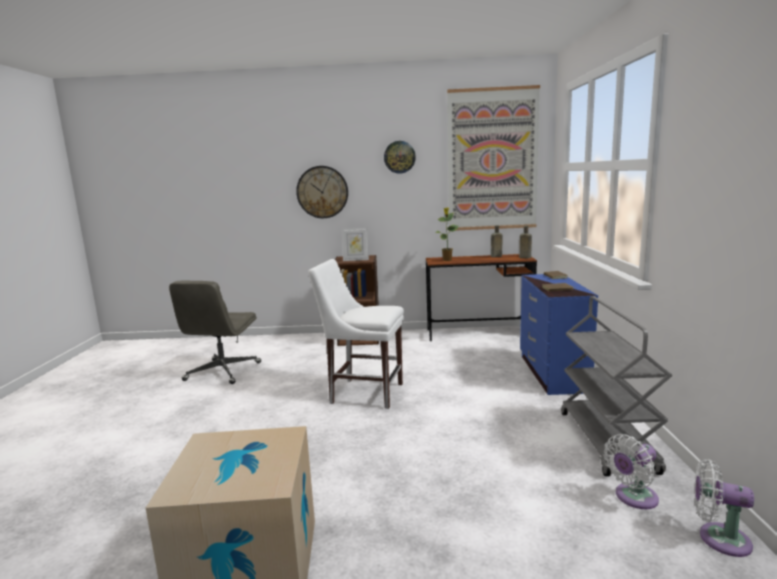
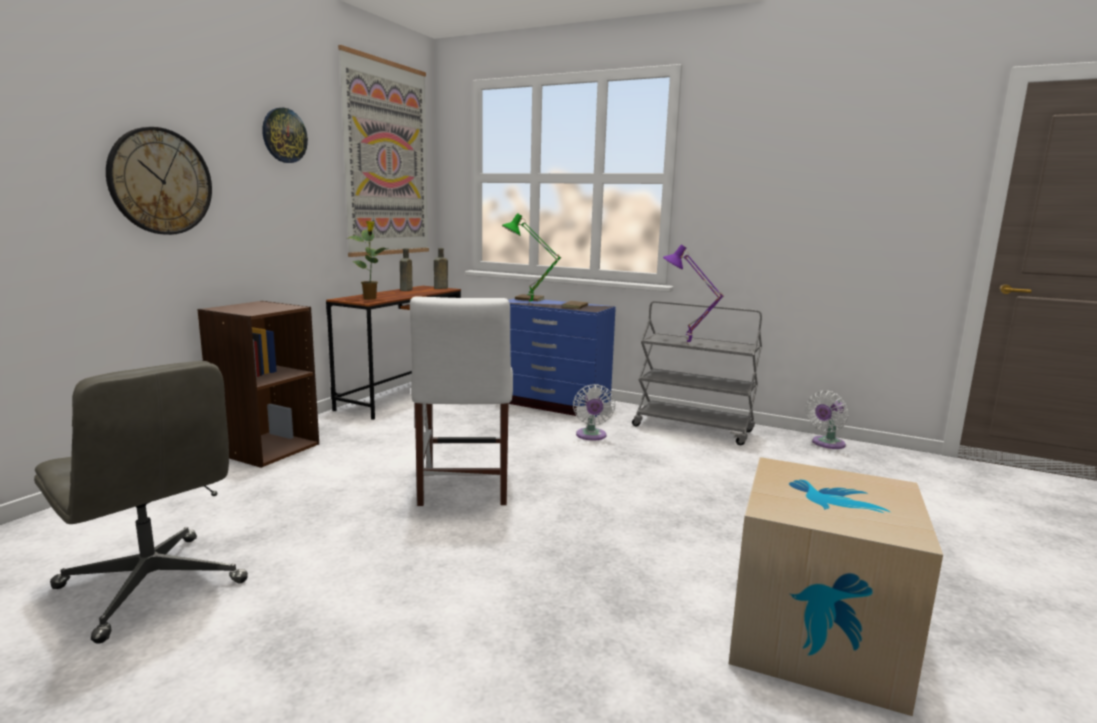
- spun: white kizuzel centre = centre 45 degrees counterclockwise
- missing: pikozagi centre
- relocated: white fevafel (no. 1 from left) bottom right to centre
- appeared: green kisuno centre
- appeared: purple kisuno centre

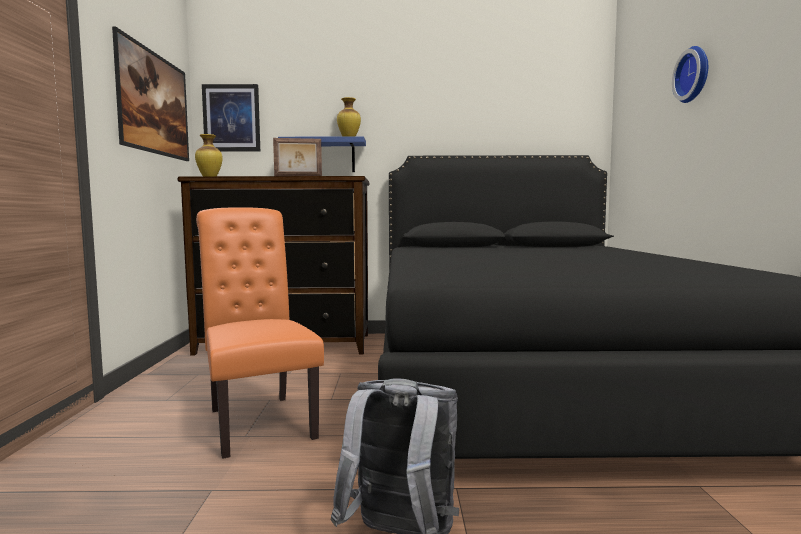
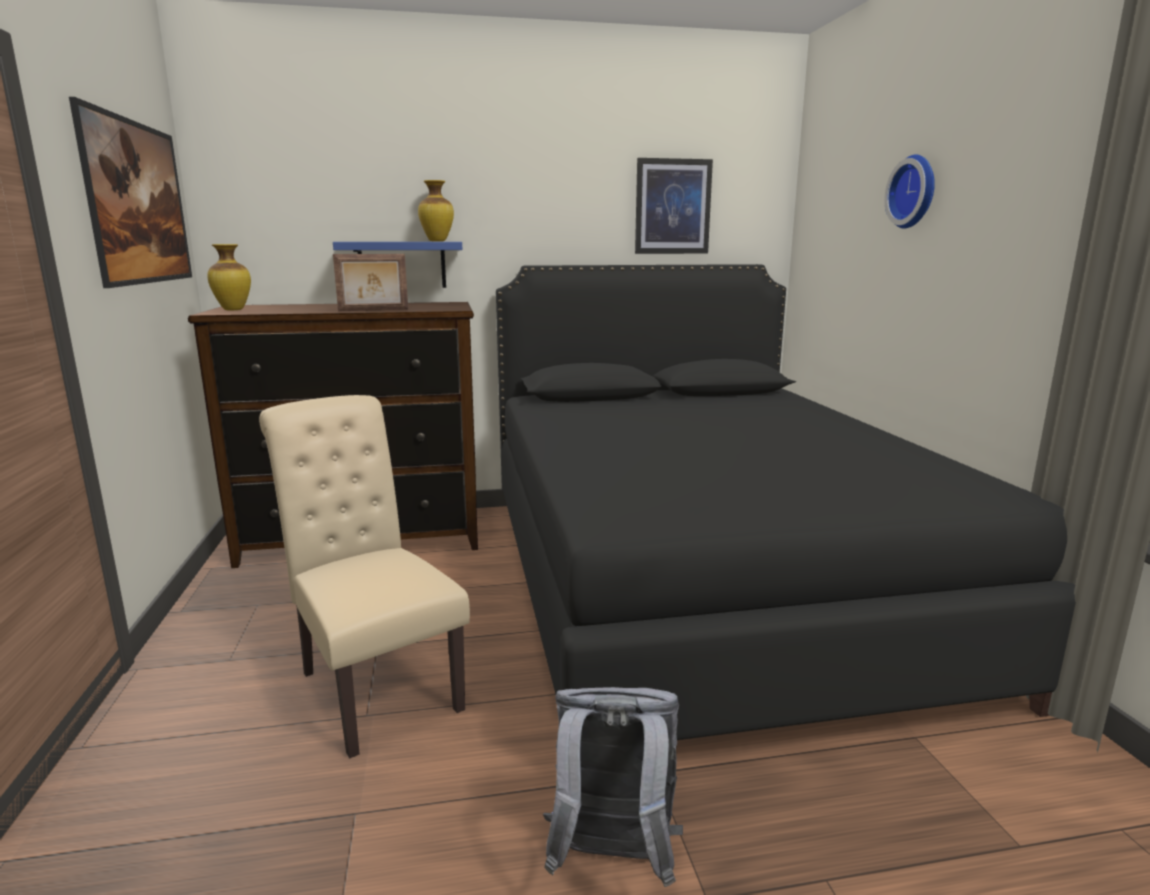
- colour: orange kizuzel middle left to beige kizuzel middle left
- relocated: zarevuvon (no. 2 from left) top left to top centre

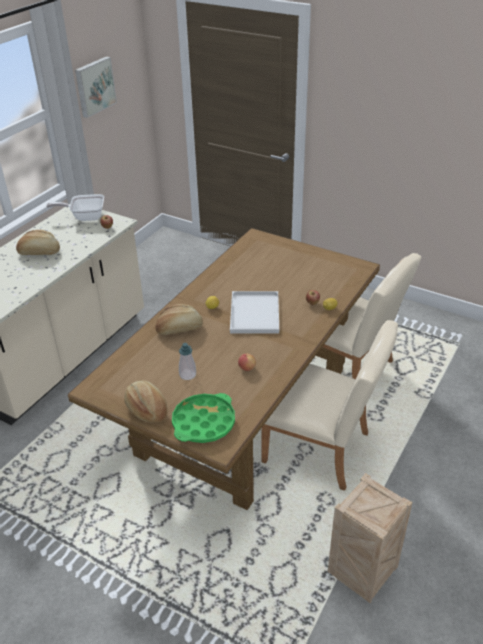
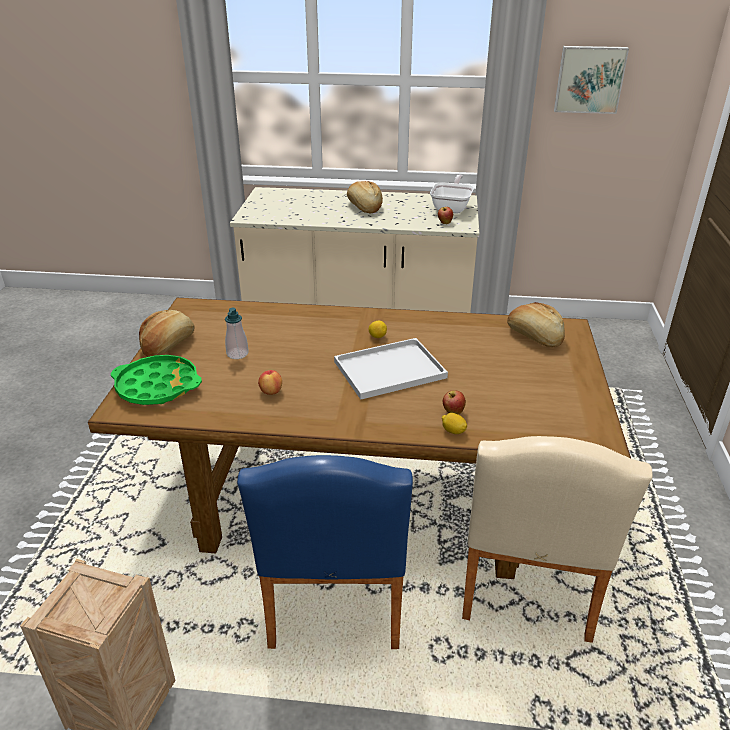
- spun: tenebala top left = top centre 45 degrees clockwise
- relocated: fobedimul (no. 3 from left) centre to middle right
- colour: beige kizuzel (no. 1 from left) middle right to blue kizuzel bottom centre

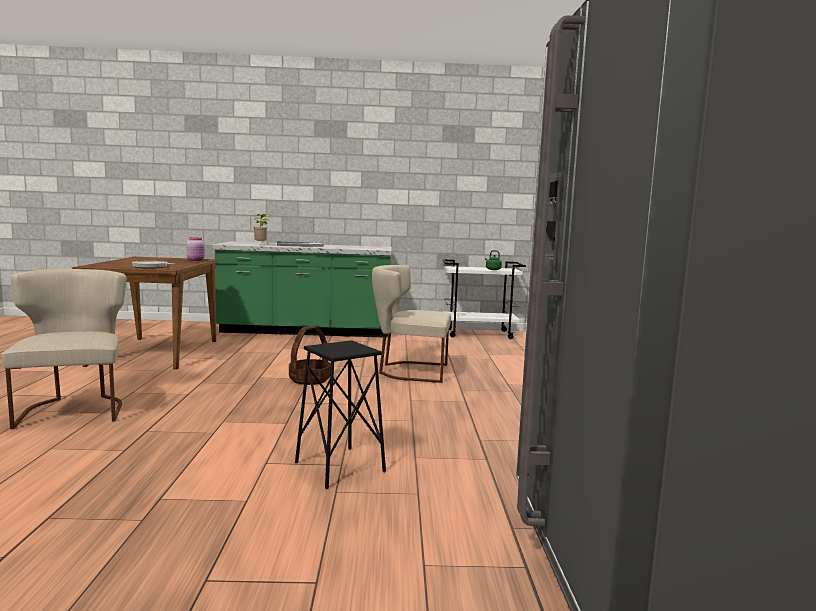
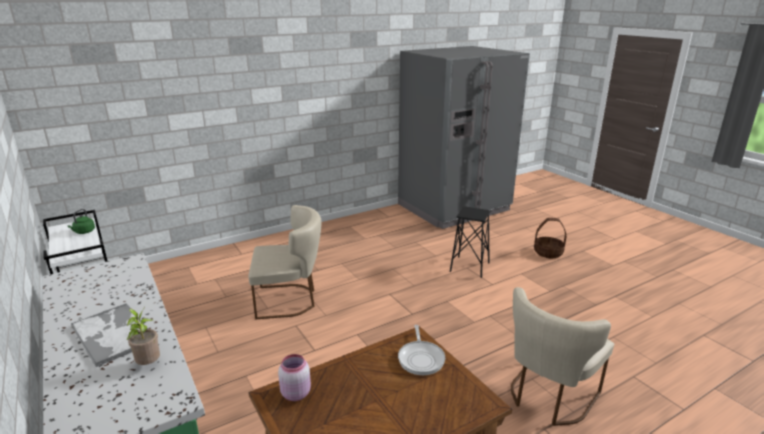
- relocated: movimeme centre to middle right
- spun: beige kizuzel (no. 2 from left in the first image) centre = centre 75 degrees counterclockwise

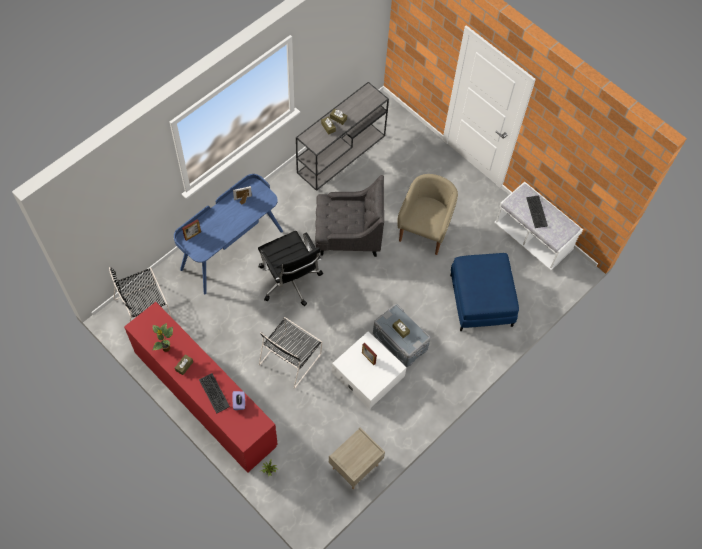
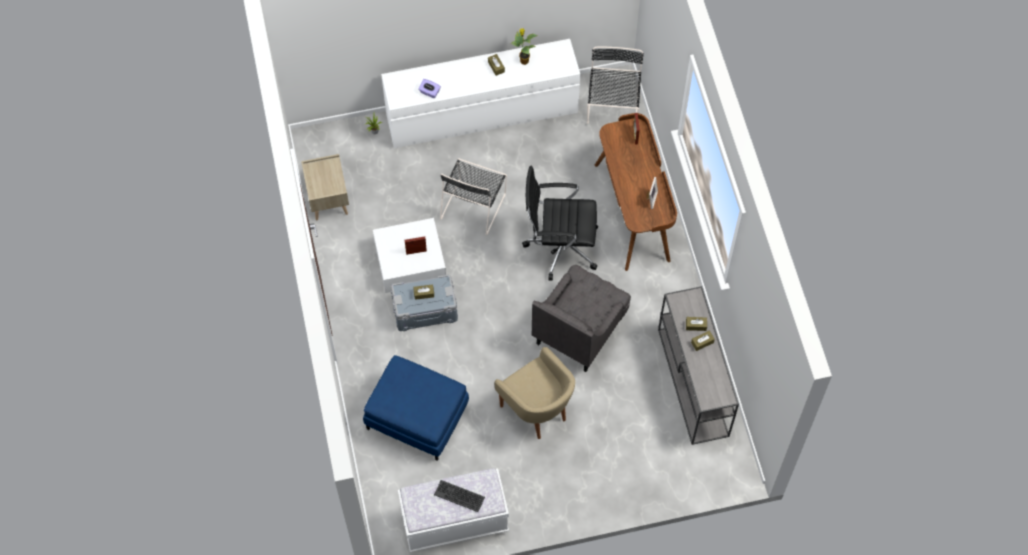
- colour: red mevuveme bottom left to white mevuveme top centre
- colour: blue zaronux middle left to brown zaronux centre
- missing: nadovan (no. 1 from left) bottom left
- spun: black kizuzel (no. 2 from left in the first image) centre = centre 135 degrees counterclockwise

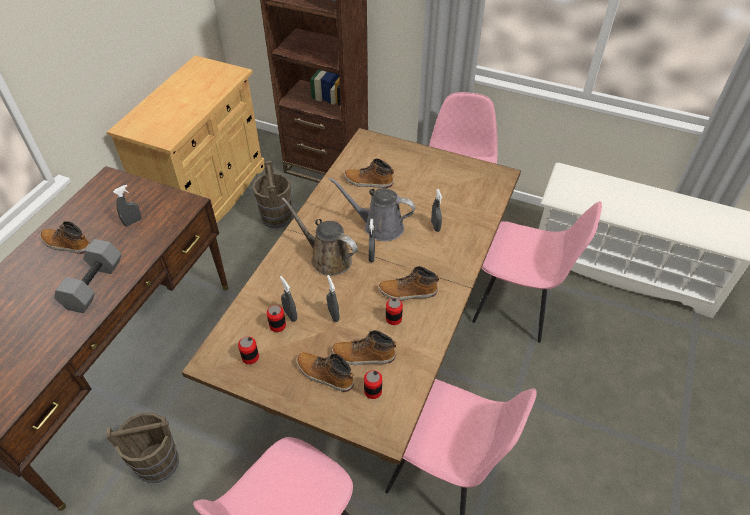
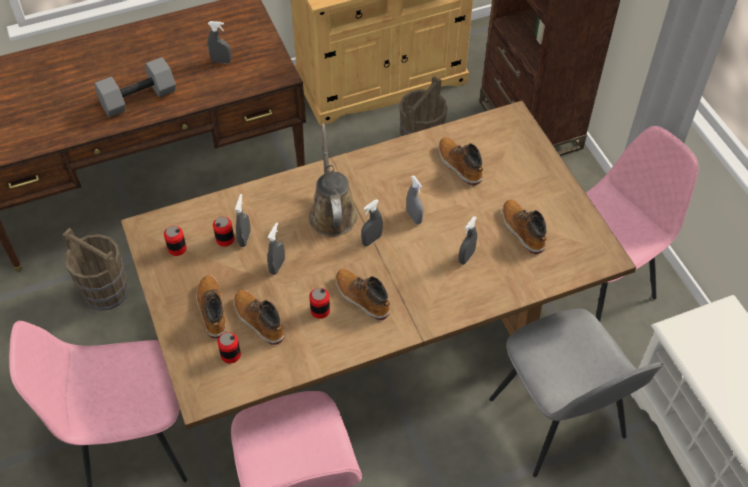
- relocated: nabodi (no. 1 from left in the first image) middle left to nabodi (no. 5 from left) middle right
- exchanged: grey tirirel centre to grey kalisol (no. 5 from left) centre
- colour: pink kizuzel (no. 4 from left) middle right to grey kizuzel bottom right

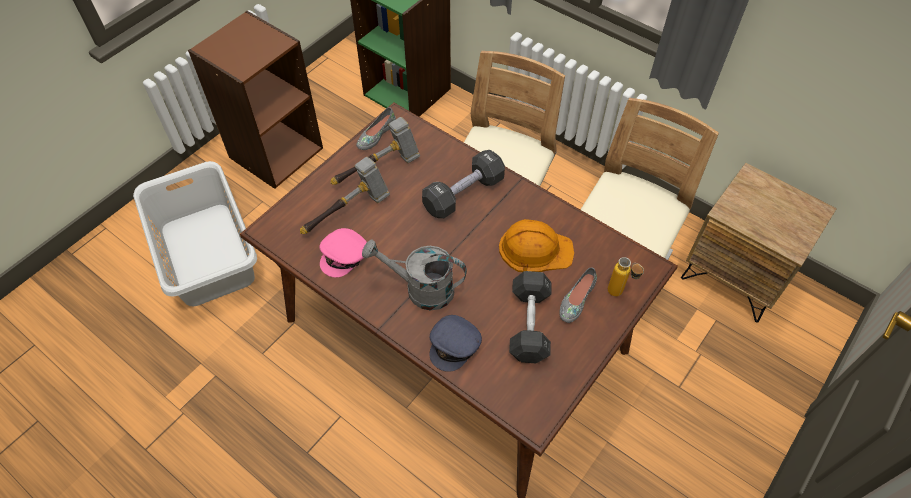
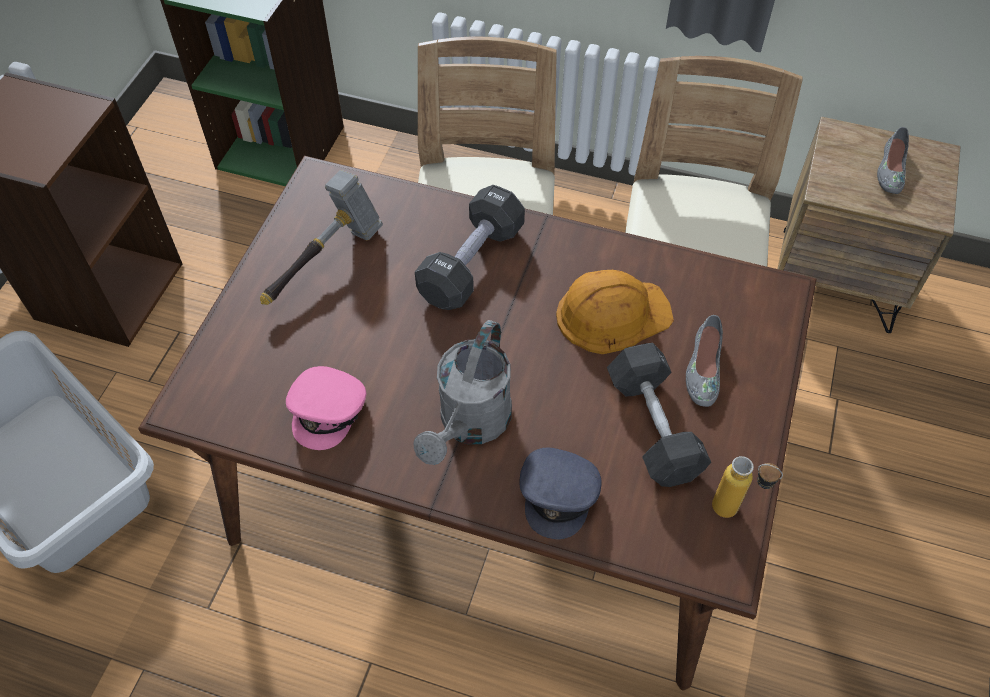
- missing: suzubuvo (no. 1 from left) centre
- relocated: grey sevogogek (no. 1 from left in the first image) top centre to grey sevogogek (no. 2 from left) top right
- spun: grey tirirel centre = centre 60 degrees counterclockwise
- relocated: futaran middle right to bottom right

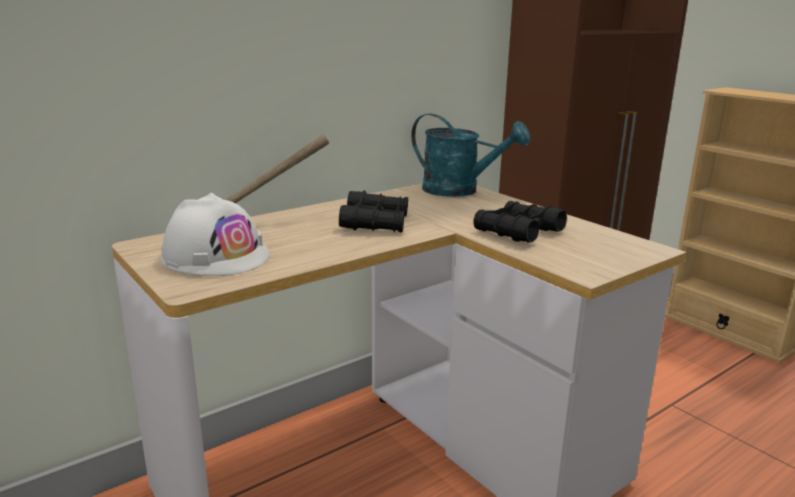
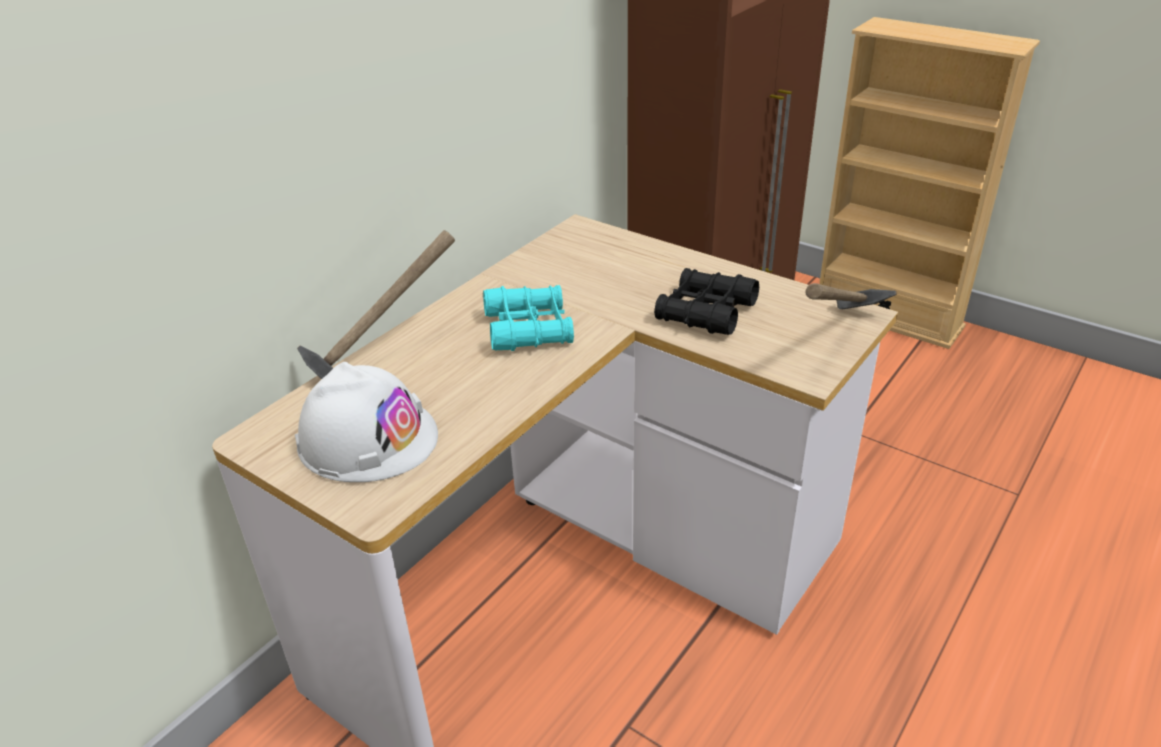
- colour: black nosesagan (no. 1 from left) centre to turquoise nosesagan centre
- missing: turquoise tirirel top centre
- appeared: suzubuvo (no. 2 from left) middle right

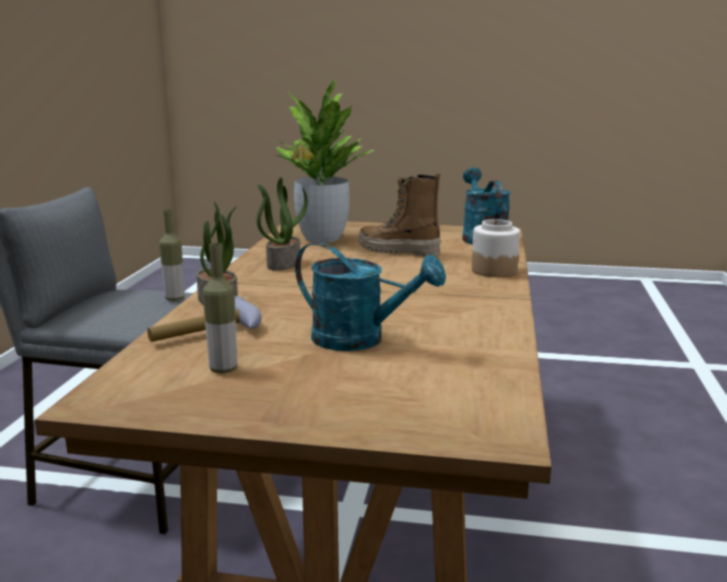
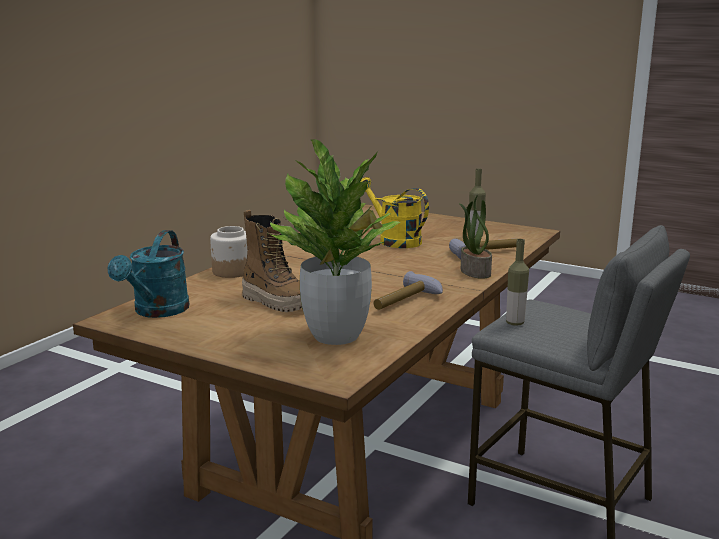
- exchanged: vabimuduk (no. 2 from left) centre to suzubuvo (no. 1 from left) centre
- colour: turquoise tirirel (no. 1 from left) centre to yellow tirirel centre

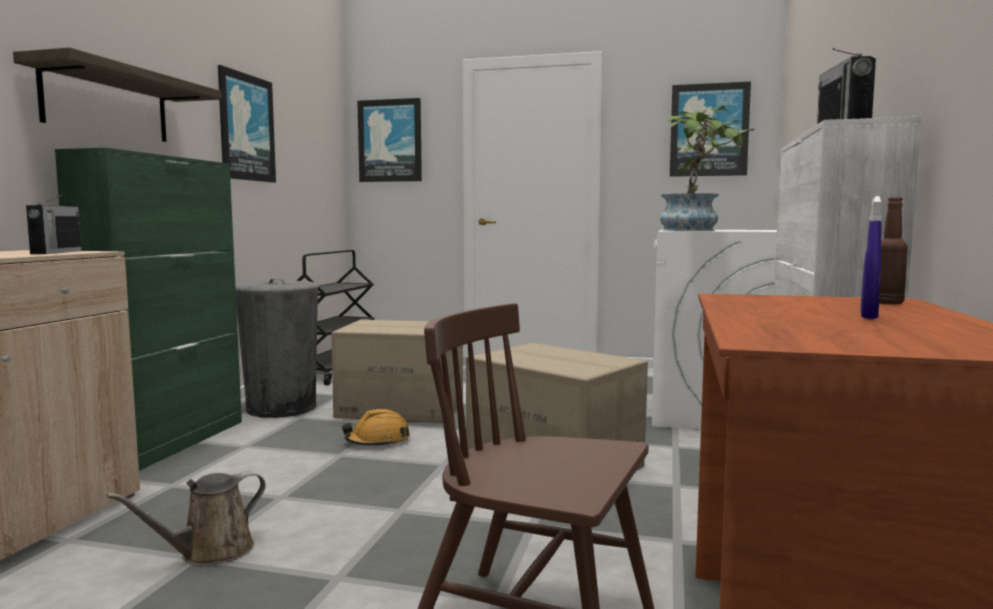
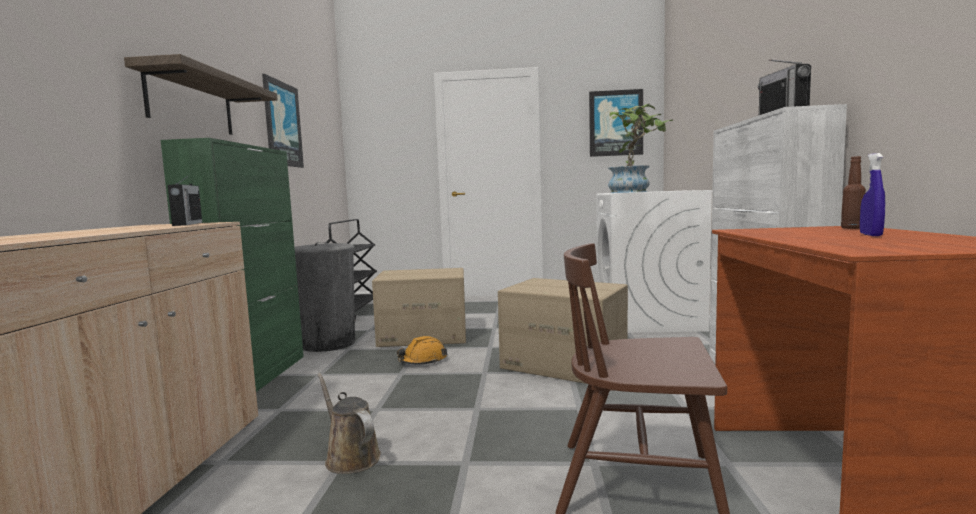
- spun: brown tirirel bottom left = bottom centre 105 degrees clockwise
- missing: zarevuvon (no. 2 from left) top centre

